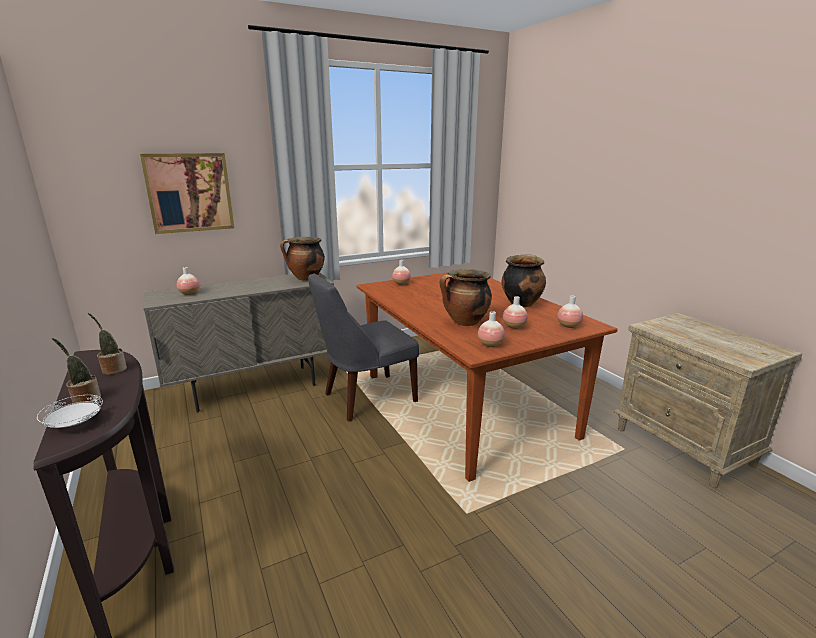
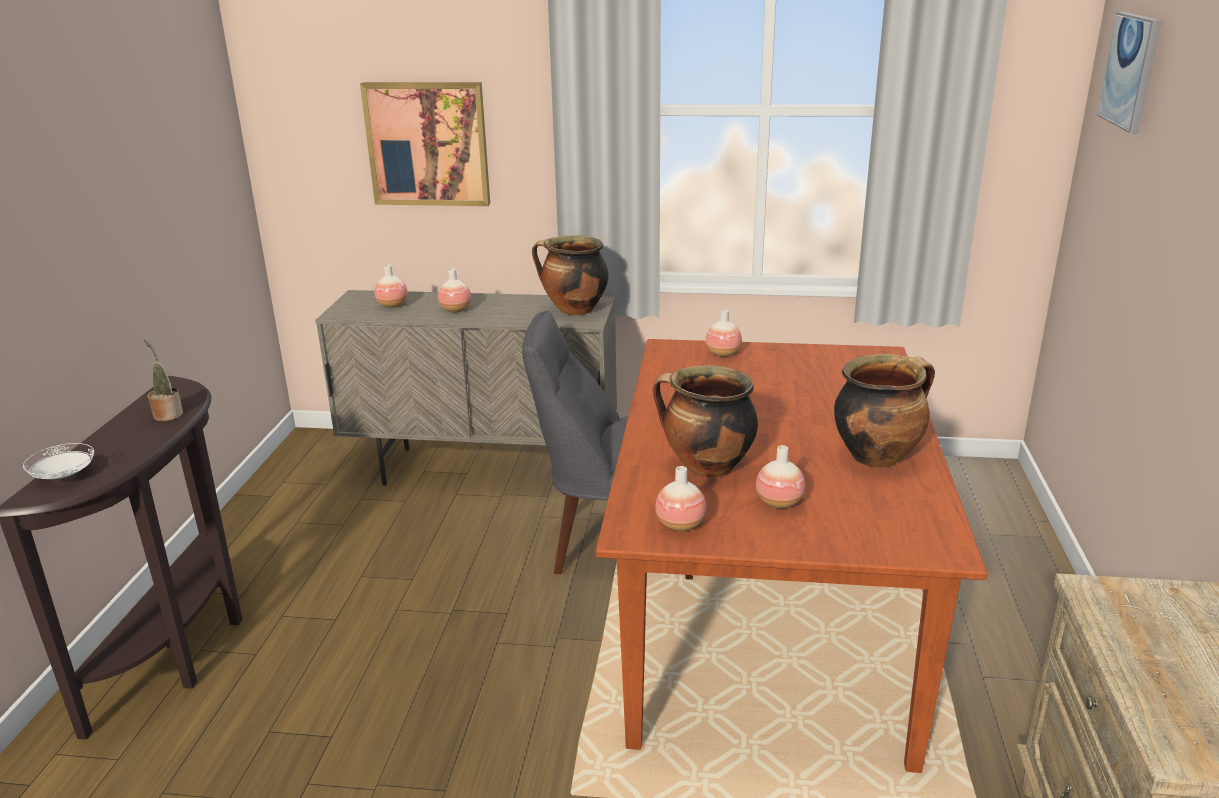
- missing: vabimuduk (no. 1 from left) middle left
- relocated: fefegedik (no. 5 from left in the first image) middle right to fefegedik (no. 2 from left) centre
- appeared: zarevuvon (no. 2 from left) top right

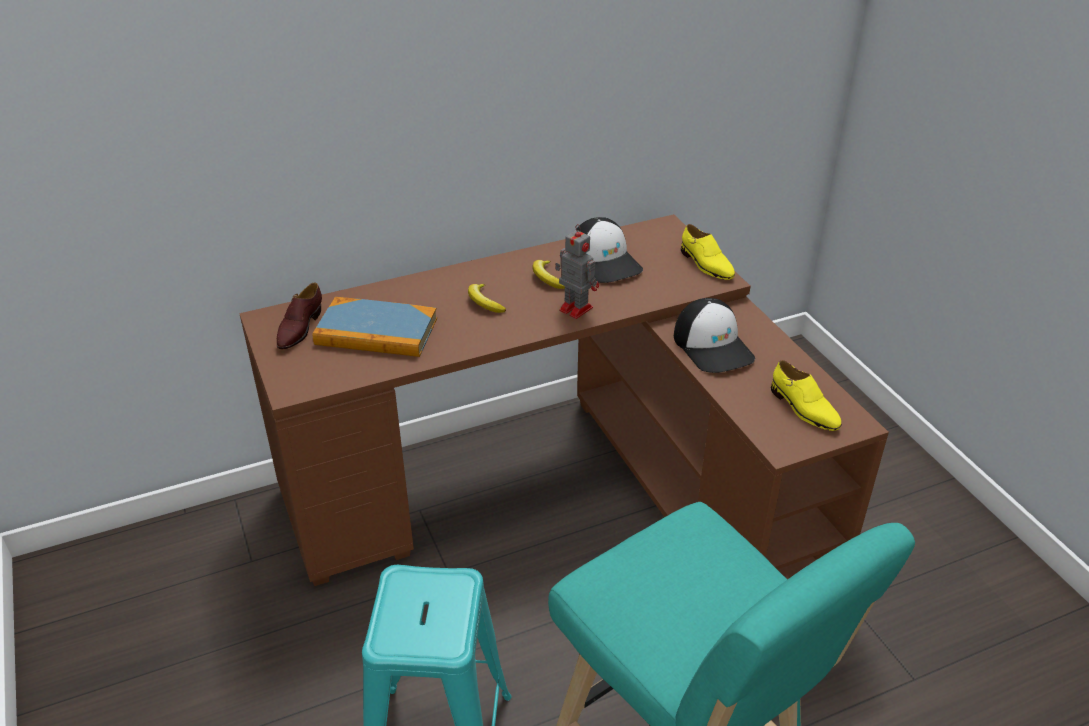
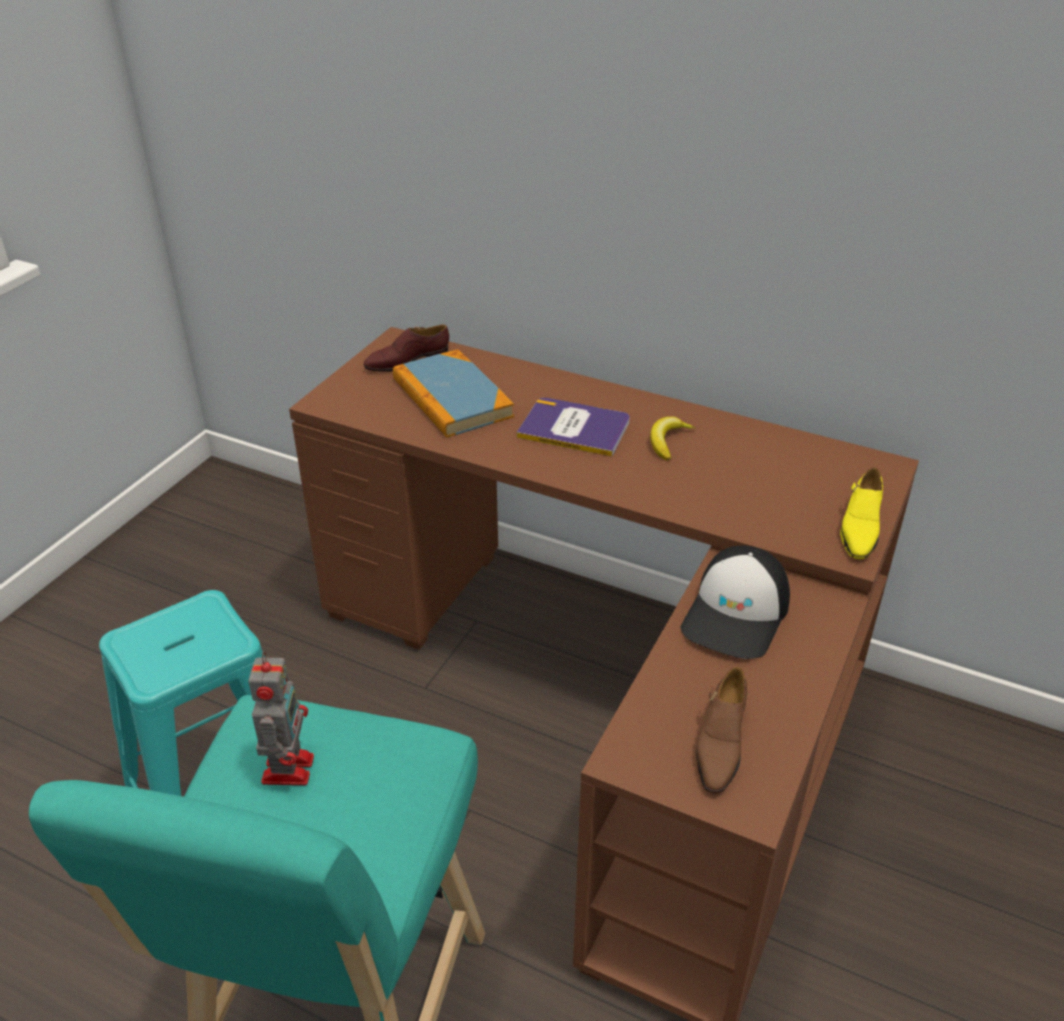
- exchanged: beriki (no. 1 from left) centre to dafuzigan (no. 2 from left) centre
- relocated: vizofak centre to bottom left
- missing: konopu (no. 1 from left) centre
- colour: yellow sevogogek (no. 2 from left) middle right to brown sevogogek (no. 2 from left) bottom right

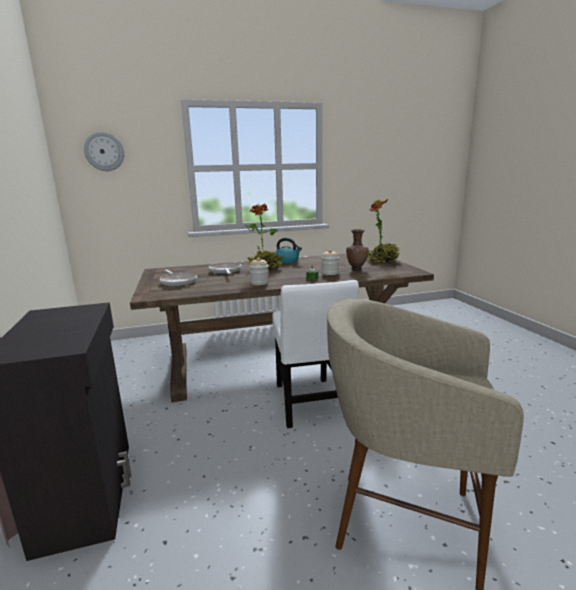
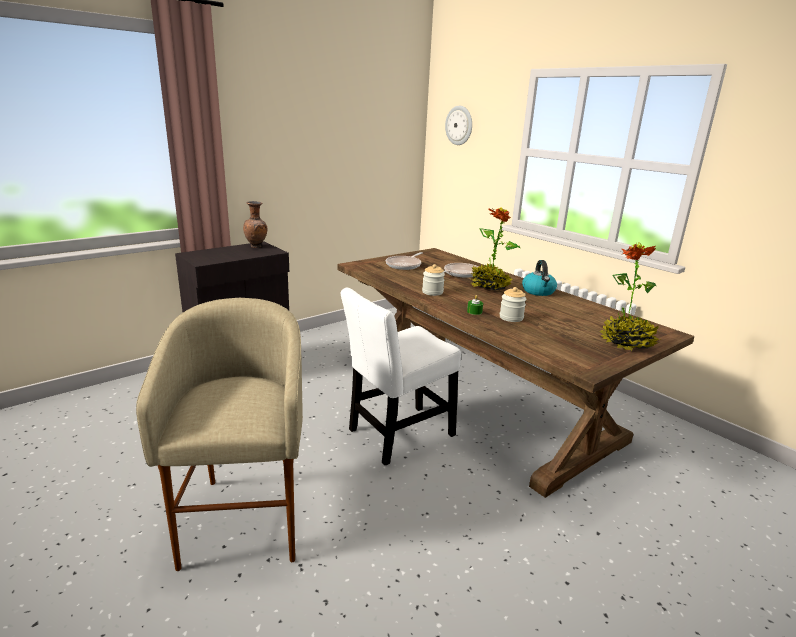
- relocated: brown fefegedik centre to middle left

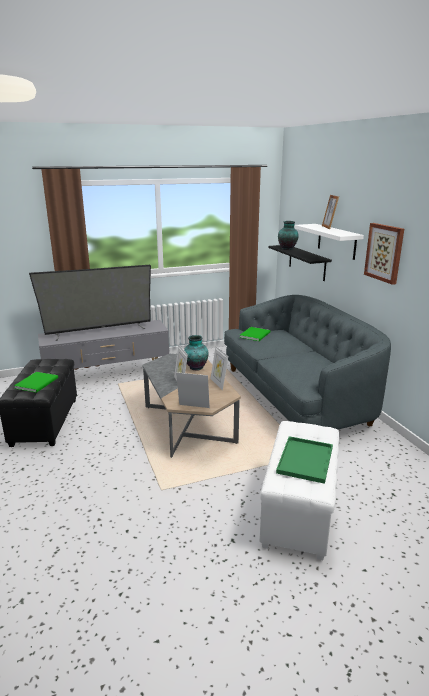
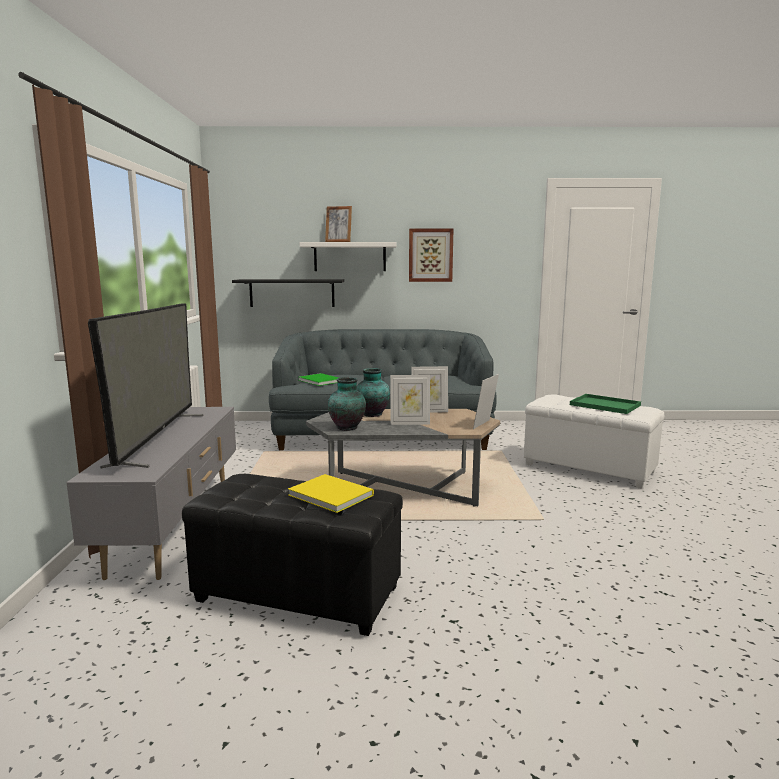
- colour: green dafuzigan (no. 1 from left) middle left to yellow dafuzigan centre
- relocated: fefegedik (no. 2 from left in the first image) middle right to fefegedik (no. 1 from left) centre

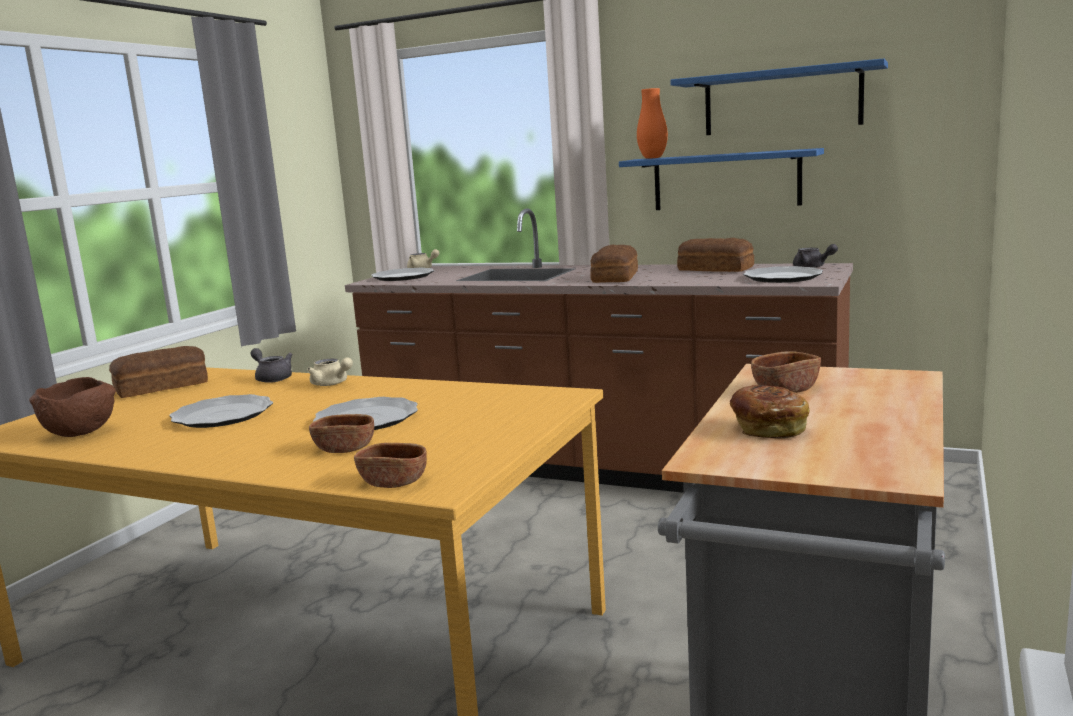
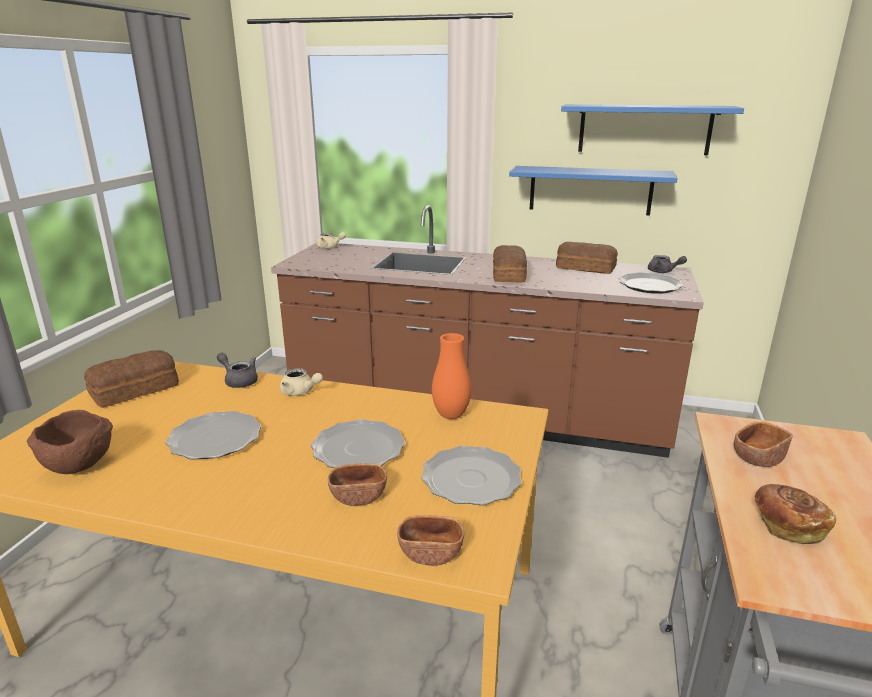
- relocated: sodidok (no. 3 from left) centre to bottom centre
- relocated: orange fefegedik top centre to centre

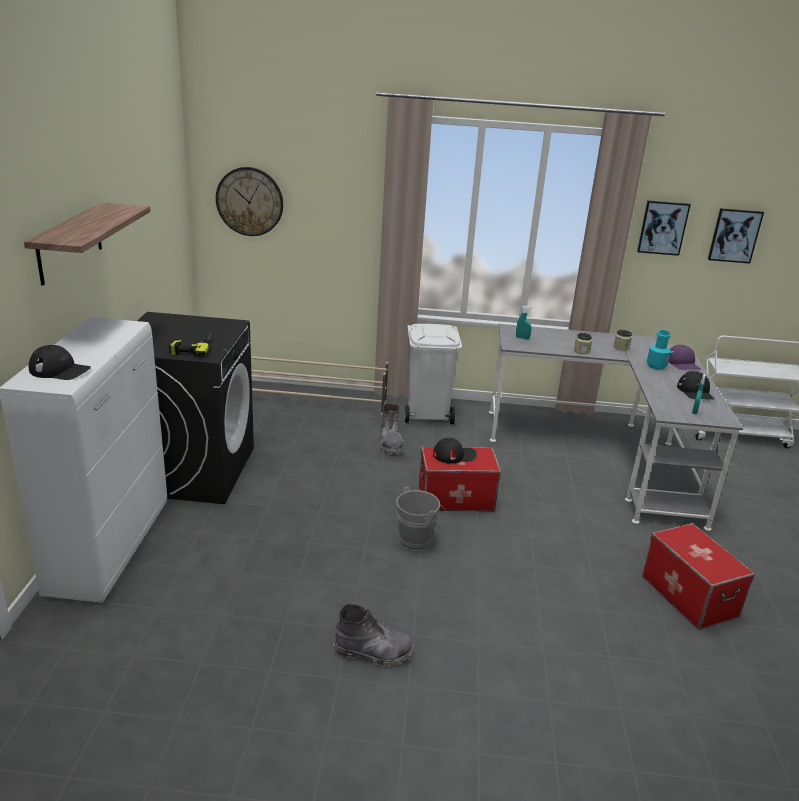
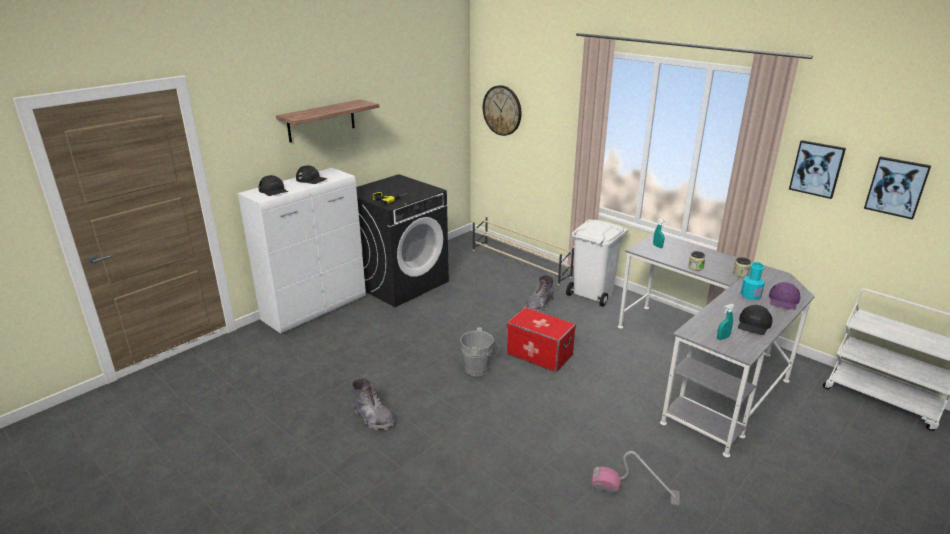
- relocated: black konopu (no. 2 from left) centre to top left
- exchanged: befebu (no. 2 from left) bottom right to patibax bottom right

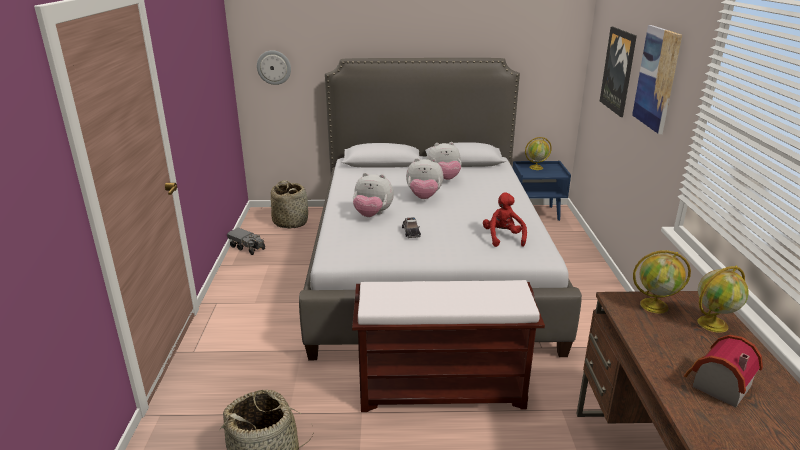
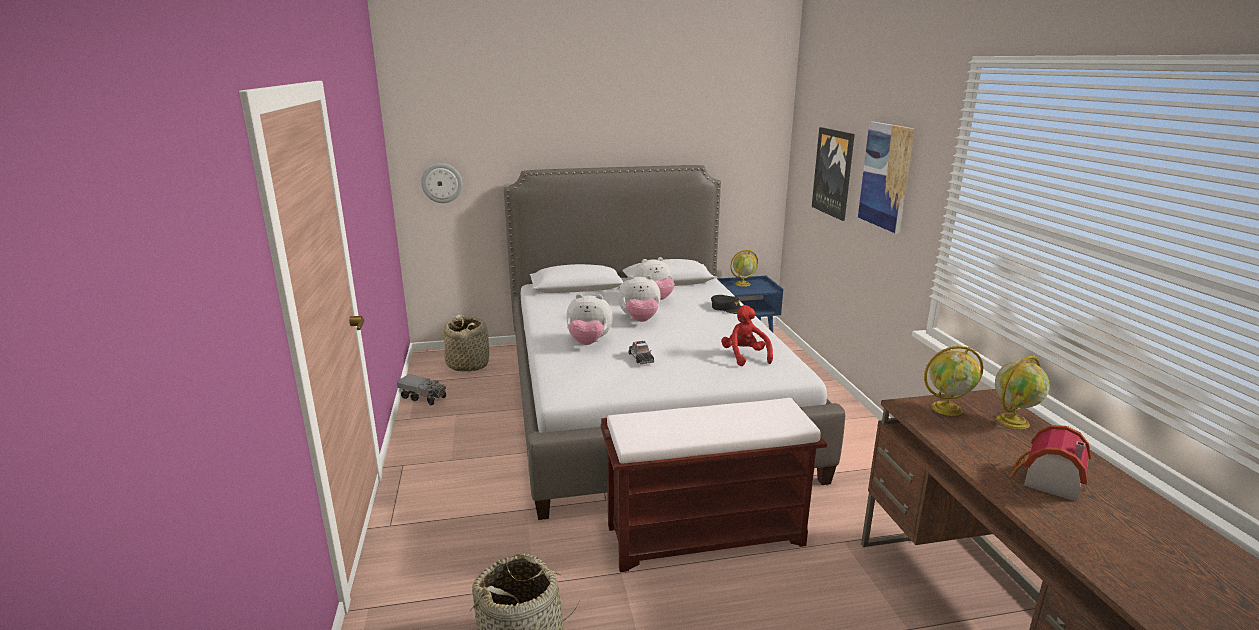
- appeared: black konopu centre

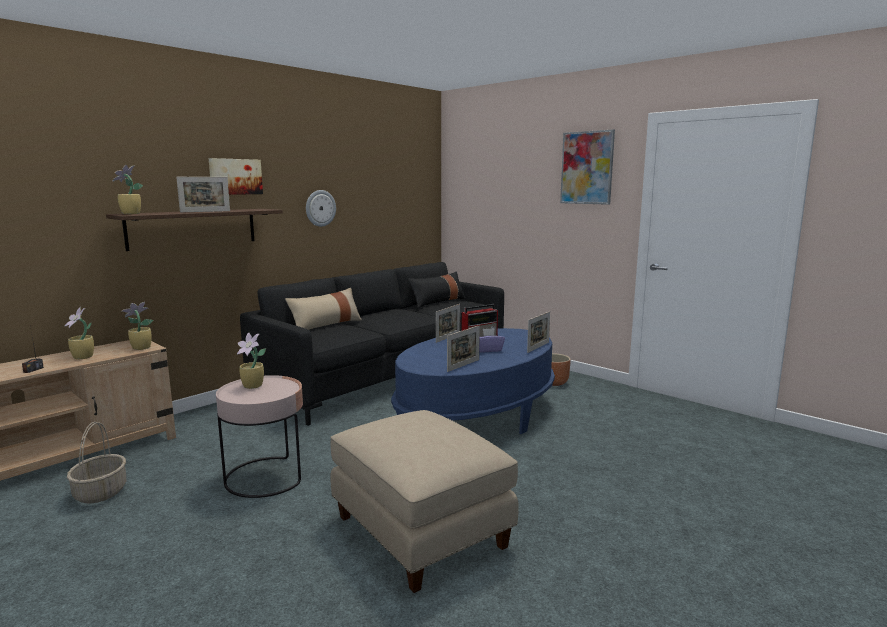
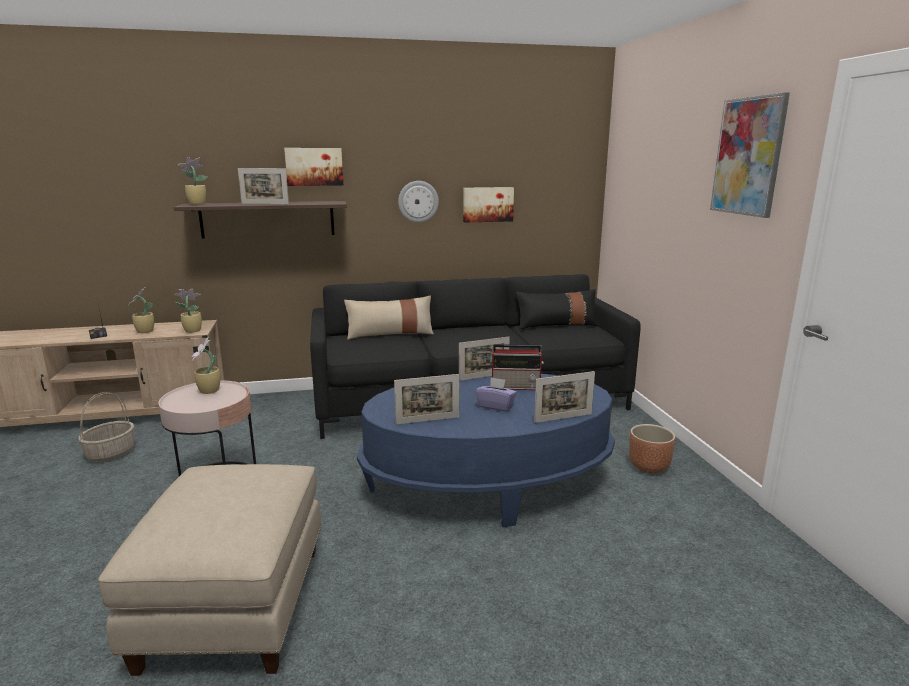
- appeared: zarevuvon (no. 2 from left) top centre

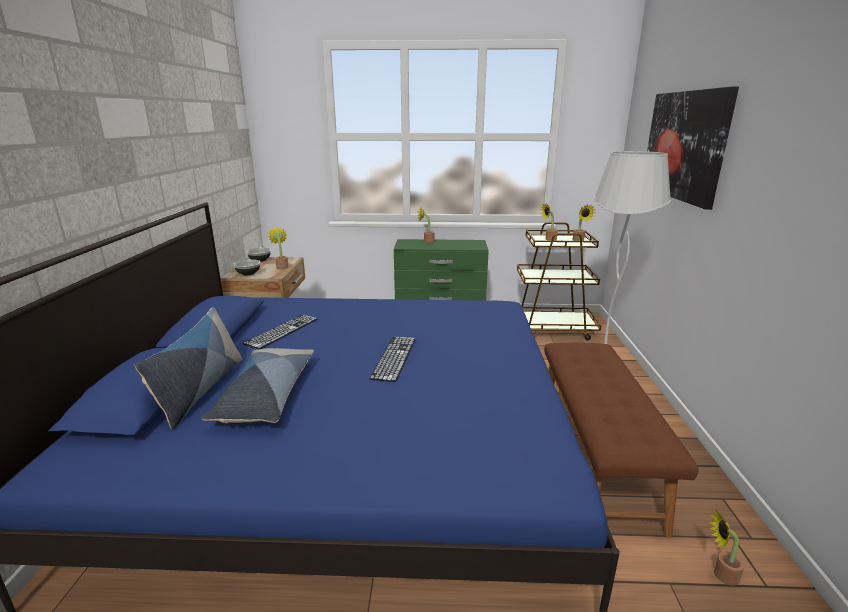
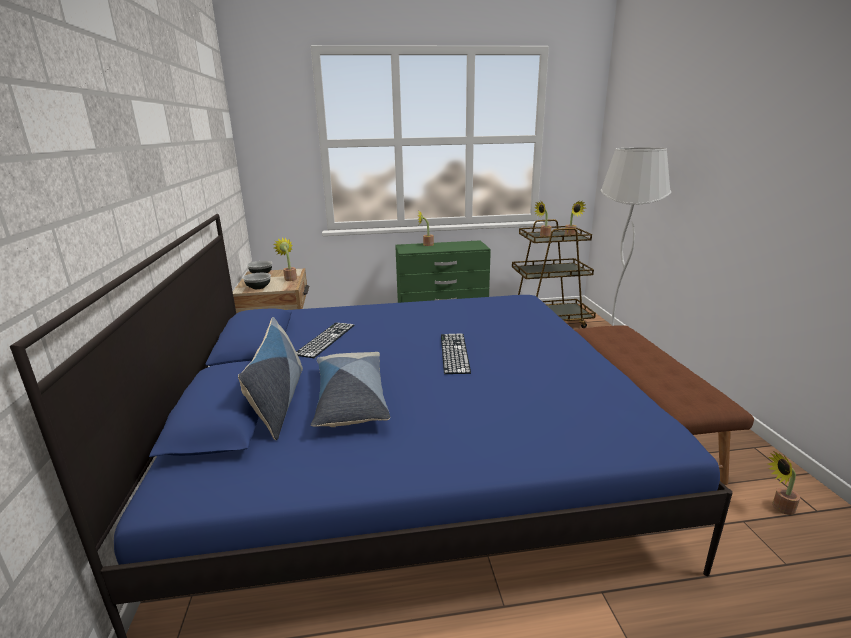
- missing: zarevuvon top right

